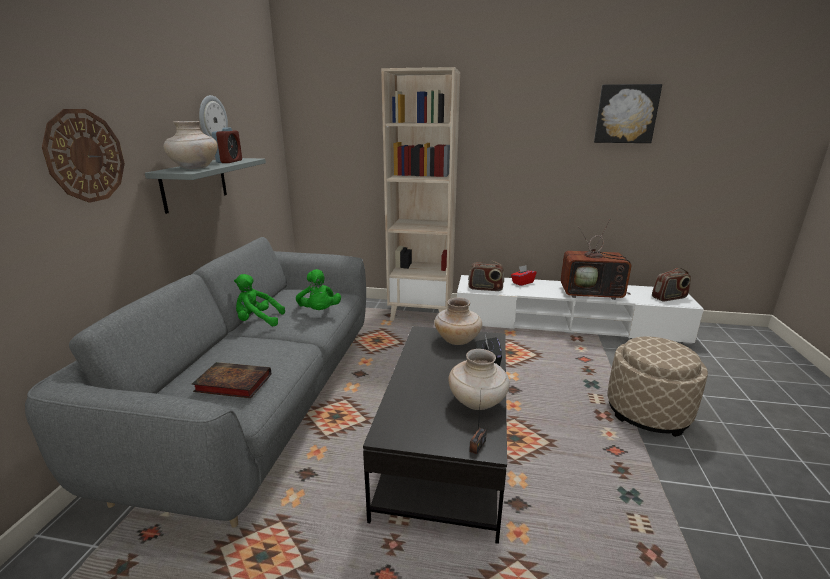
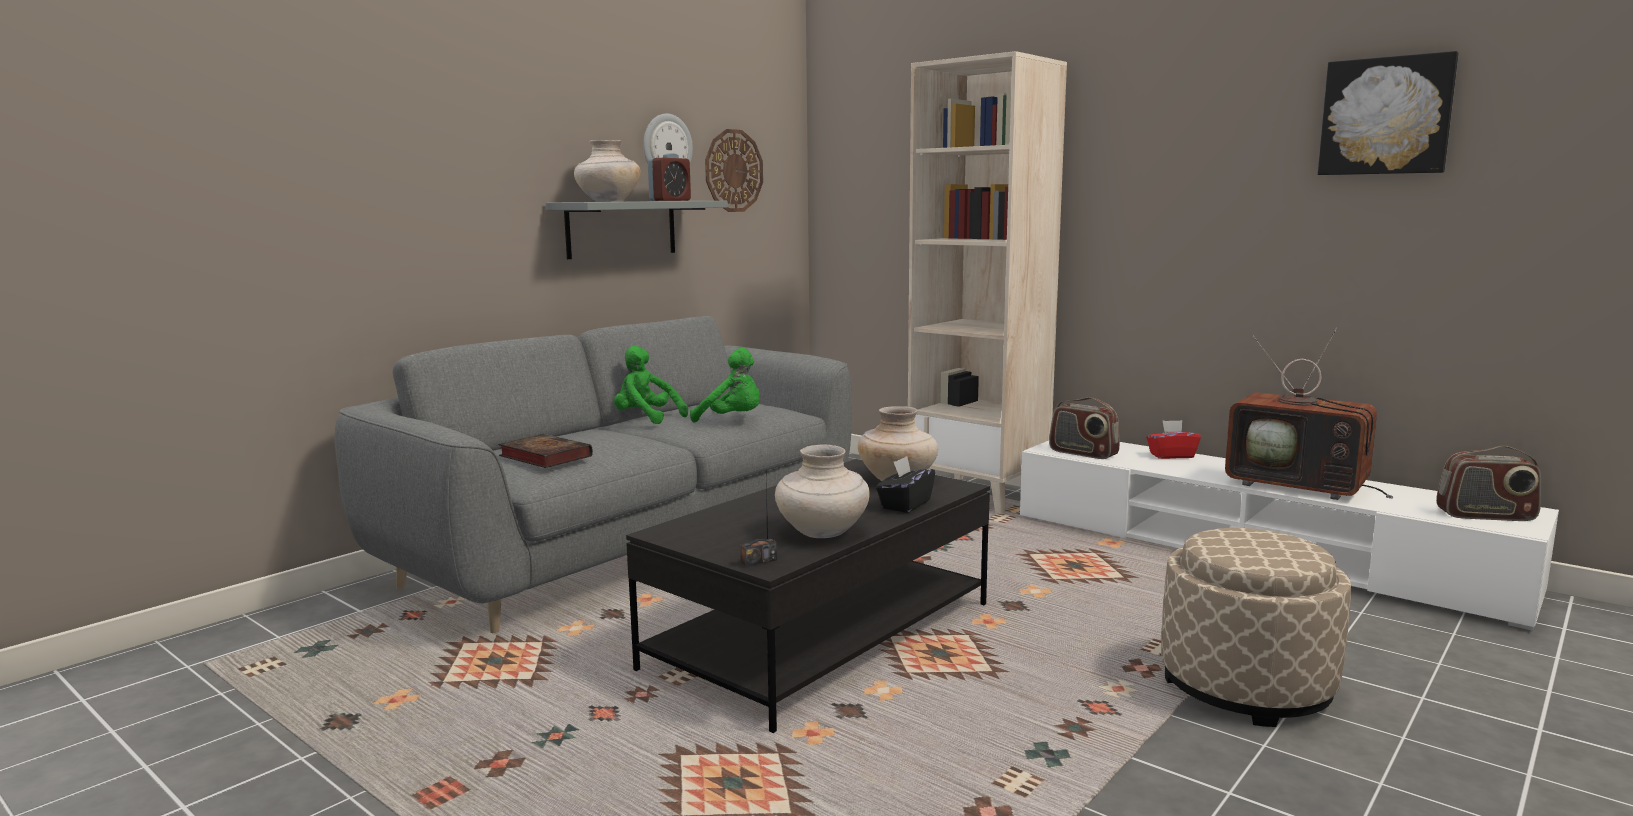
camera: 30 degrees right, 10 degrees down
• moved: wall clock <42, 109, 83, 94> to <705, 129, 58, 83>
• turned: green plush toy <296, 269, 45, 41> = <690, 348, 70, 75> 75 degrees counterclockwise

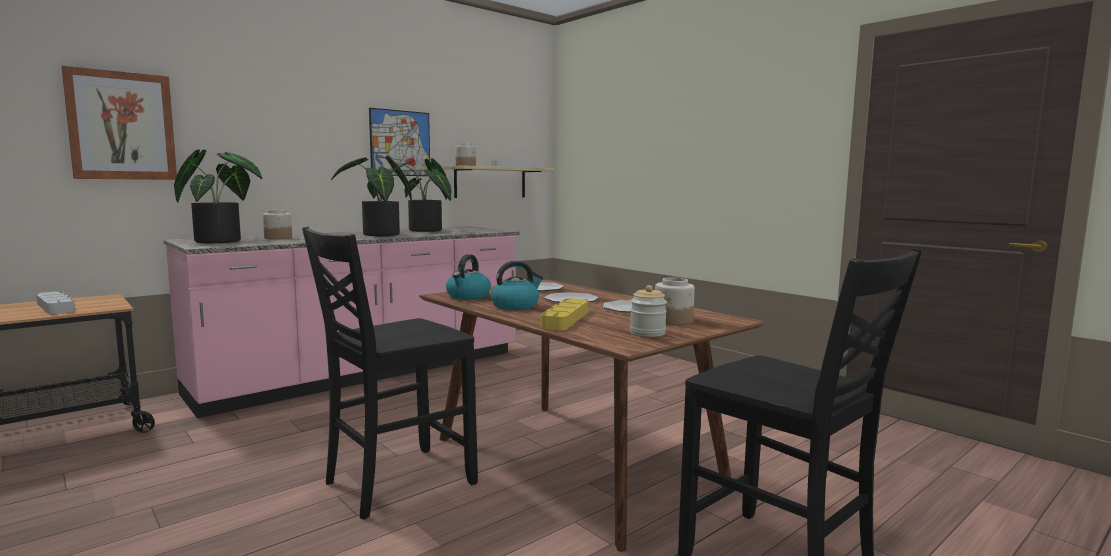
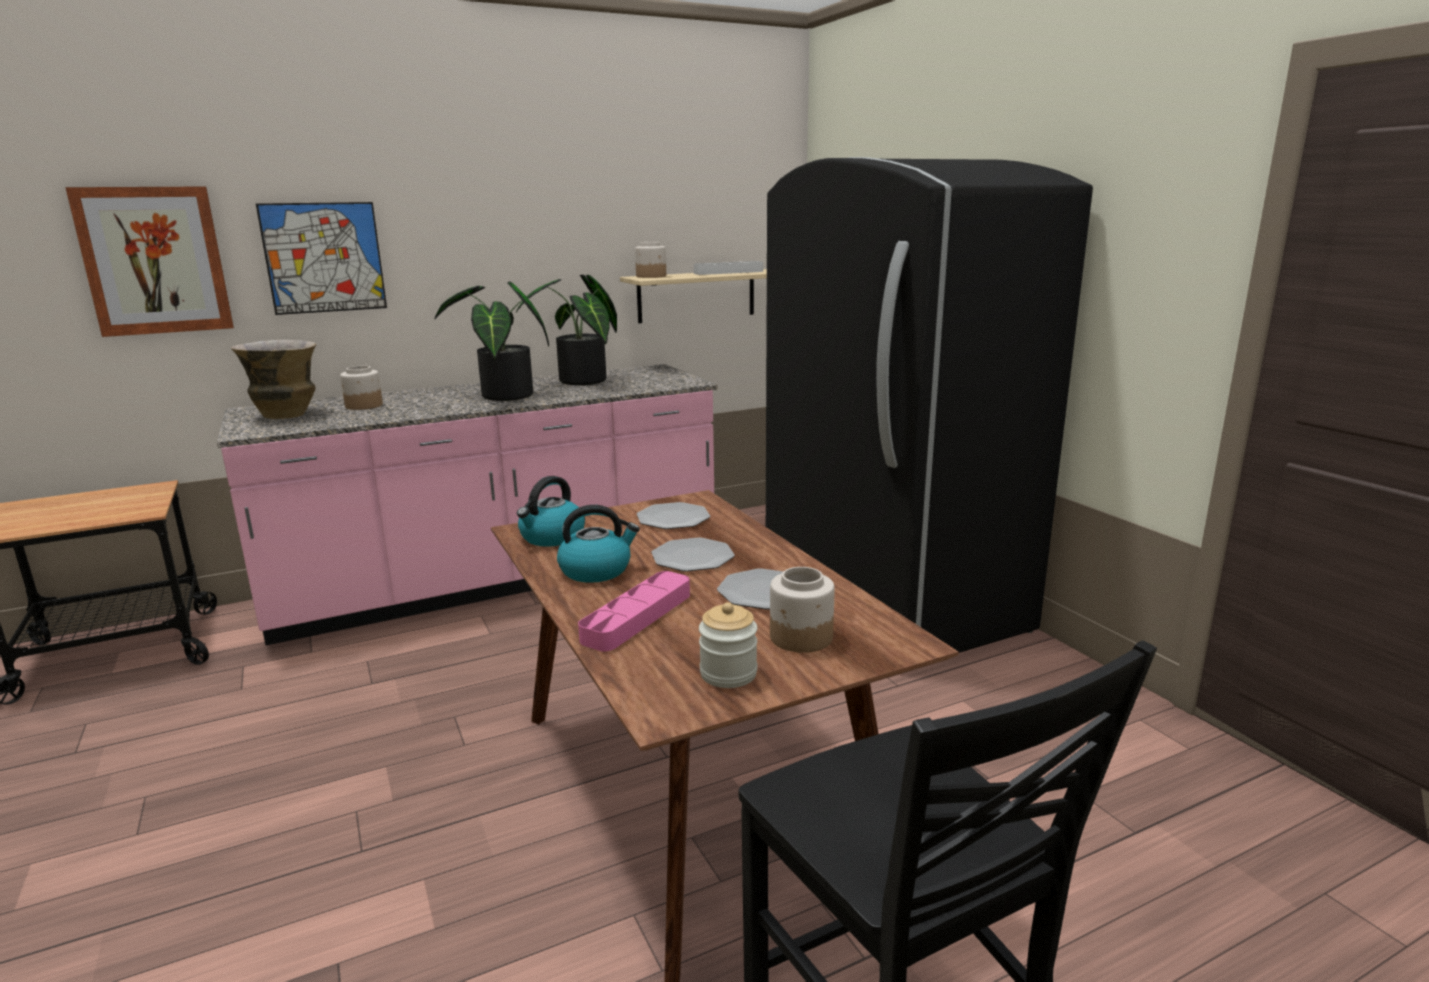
camera: 15 degrees right, 10 degrees up
• removed: grey tray <36, 291, 39, 23>
• replaced: potted plant <174, 149, 88, 94> to vase <231, 339, 85, 80>
• removed: black chair <302, 227, 176, 293>
• moved: picture <369, 108, 61, 68> to <256, 202, 131, 113>
• recoloured: yellow tray <541, 298, 48, 32> to pink tray <578, 571, 112, 80>
• added: black fridge <766, 157, 327, 496>

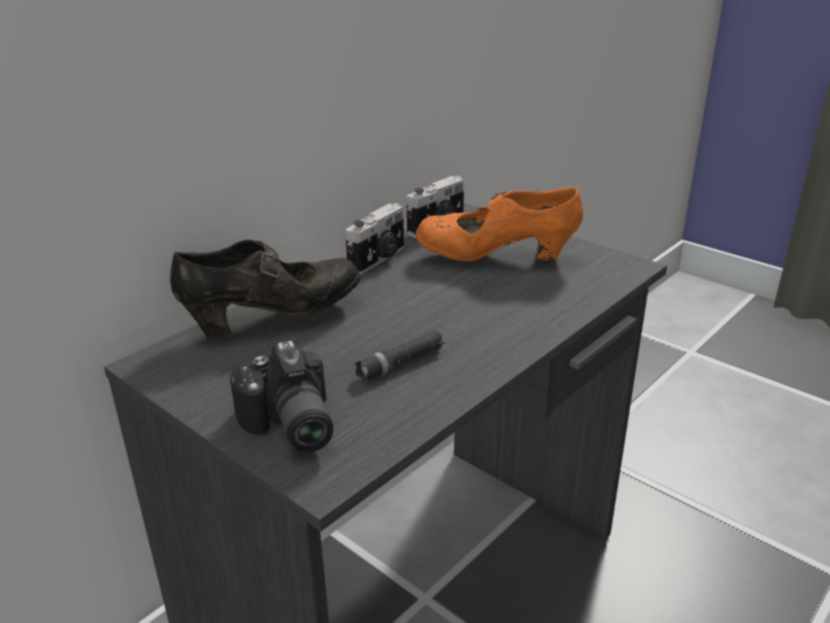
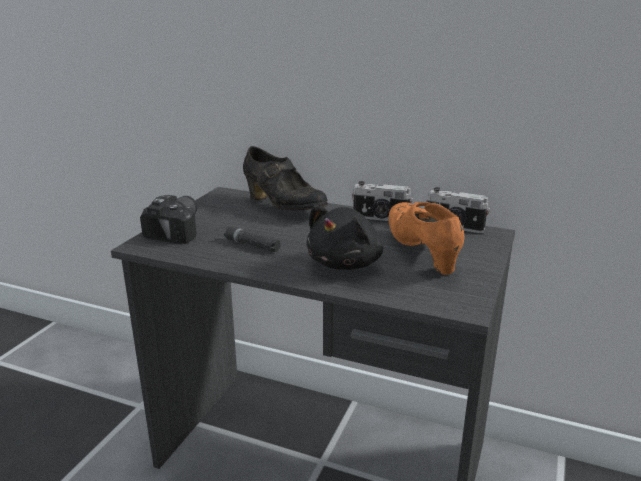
camera: 70 degrees right, 5 degrees down
• turned: photo camera <230, 340, 103, 112> = <140, 195, 57, 49> 150 degrees clockwise
• added: black plush toy <306, 205, 77, 65>

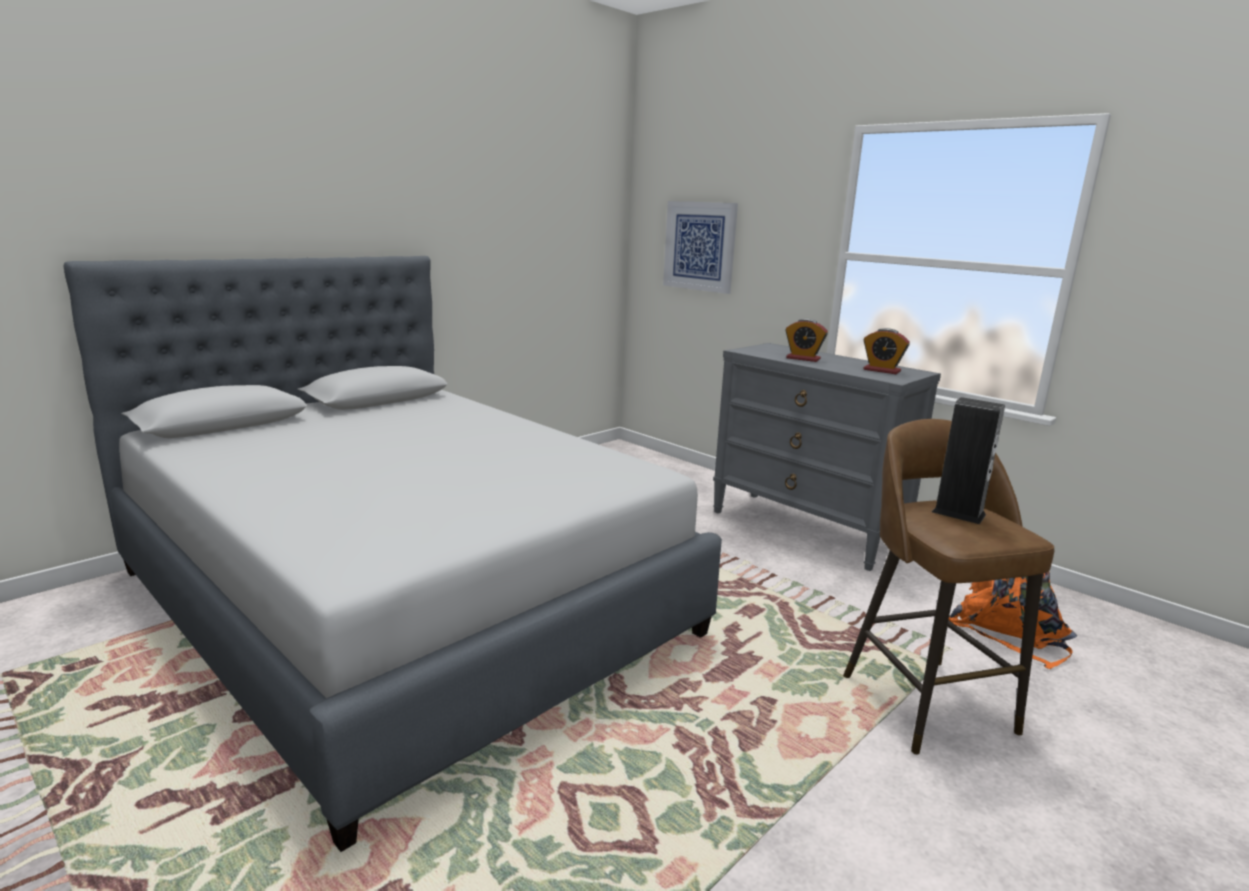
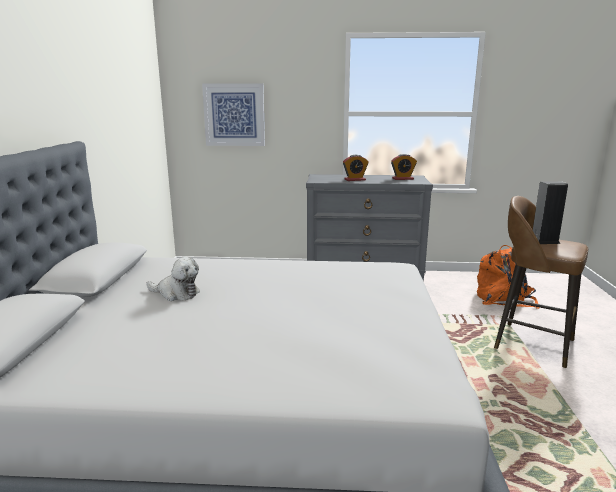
camera: 40 degrees left, 0 degrees up
• added: plush toy <146, 257, 54, 44>

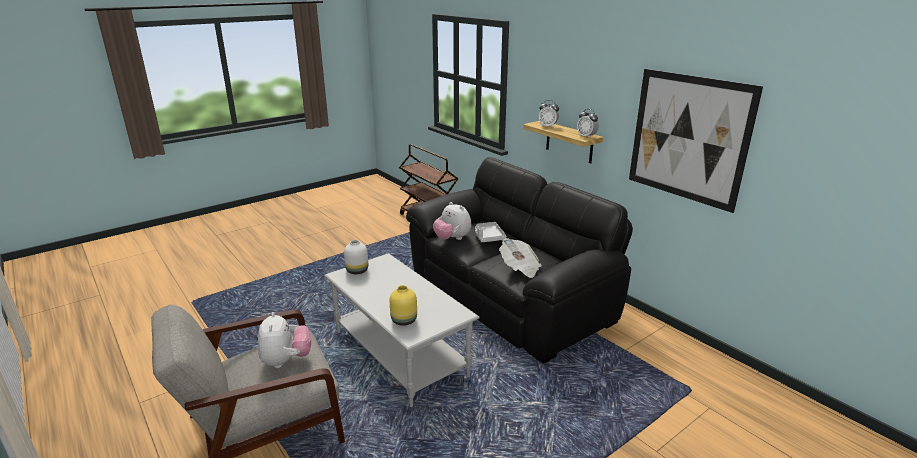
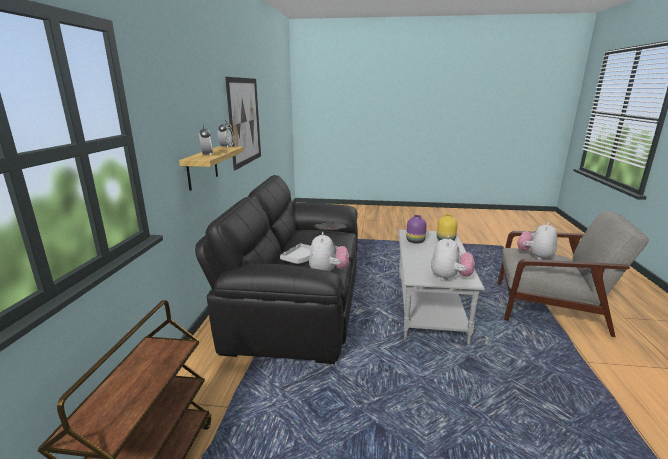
camera: 135 degrees left, 5 degrees down
• replaced: white vase <344, 240, 24, 34> to plush toy <431, 235, 44, 46>
• added: purple vase <406, 215, 21, 29>

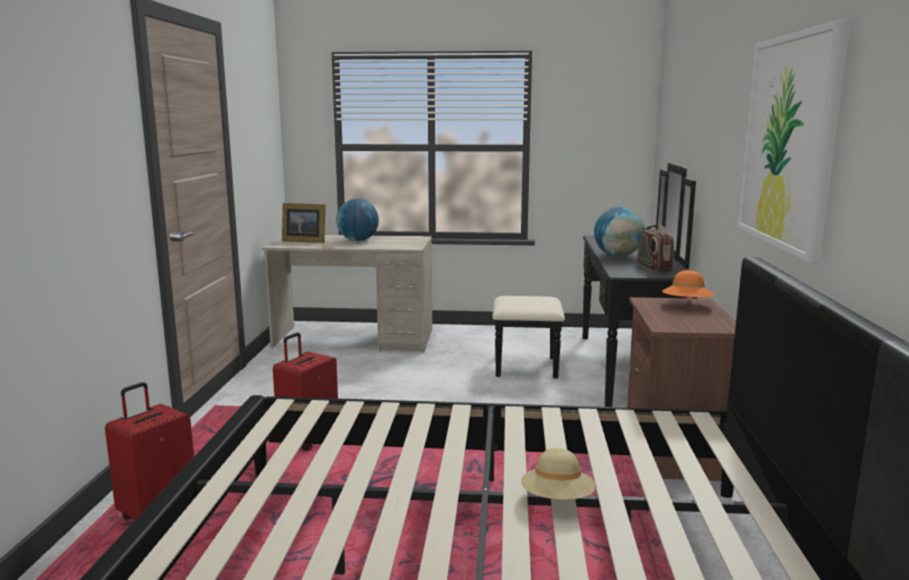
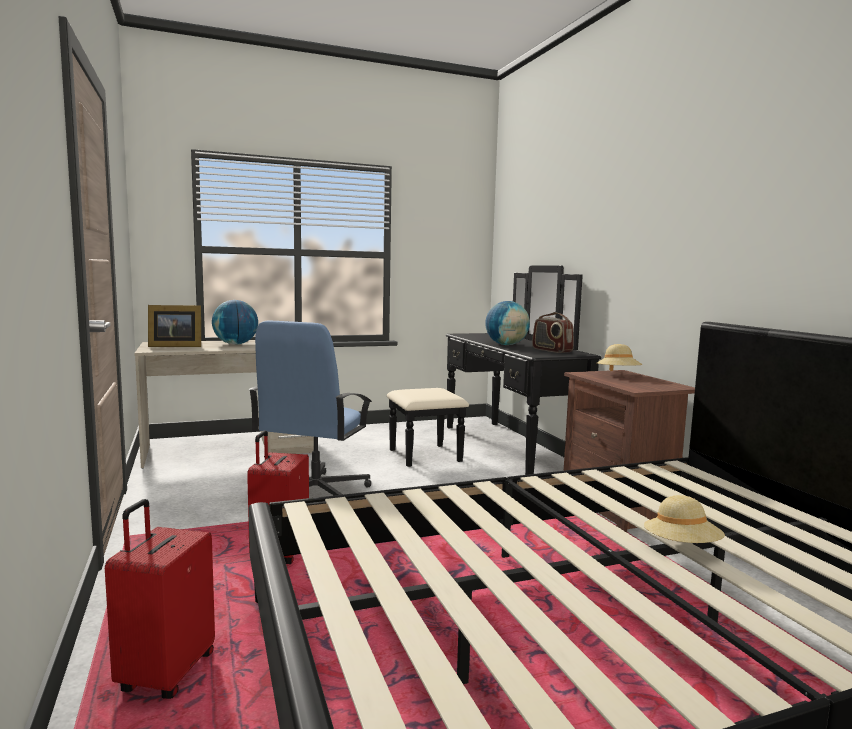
camera: 25 degrees left, 5 degrees down
• recoloured: orange hat <662, 270, 52, 30> to beige hat <597, 344, 45, 27>
• removed: picture <737, 19, 114, 243>
• added: blue office chair <248, 321, 124, 174>

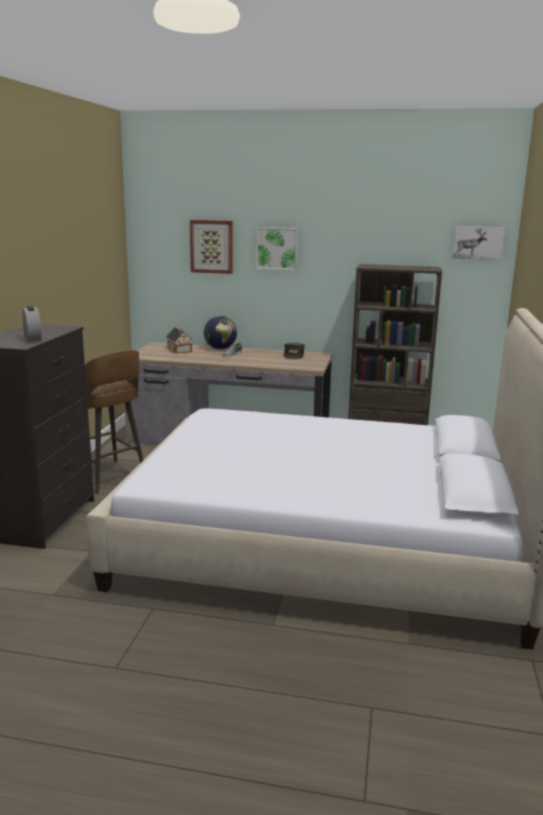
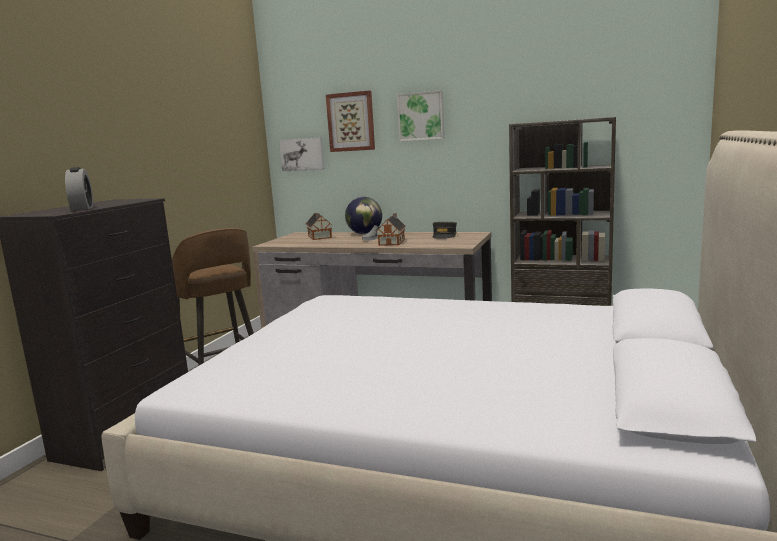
camera: 10 degrees right, 5 degrees down
• moved: picture <453, 226, 52, 34> to <279, 137, 46, 34>
• added: toy house <376, 213, 30, 33>

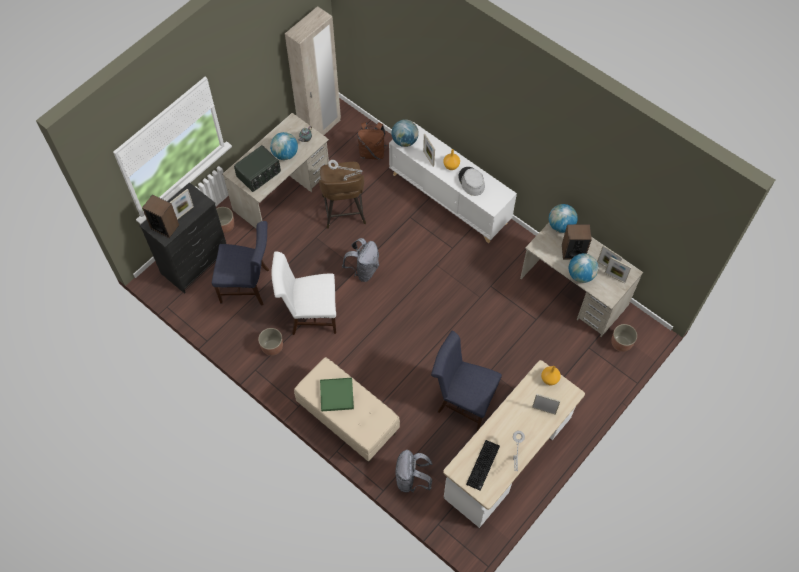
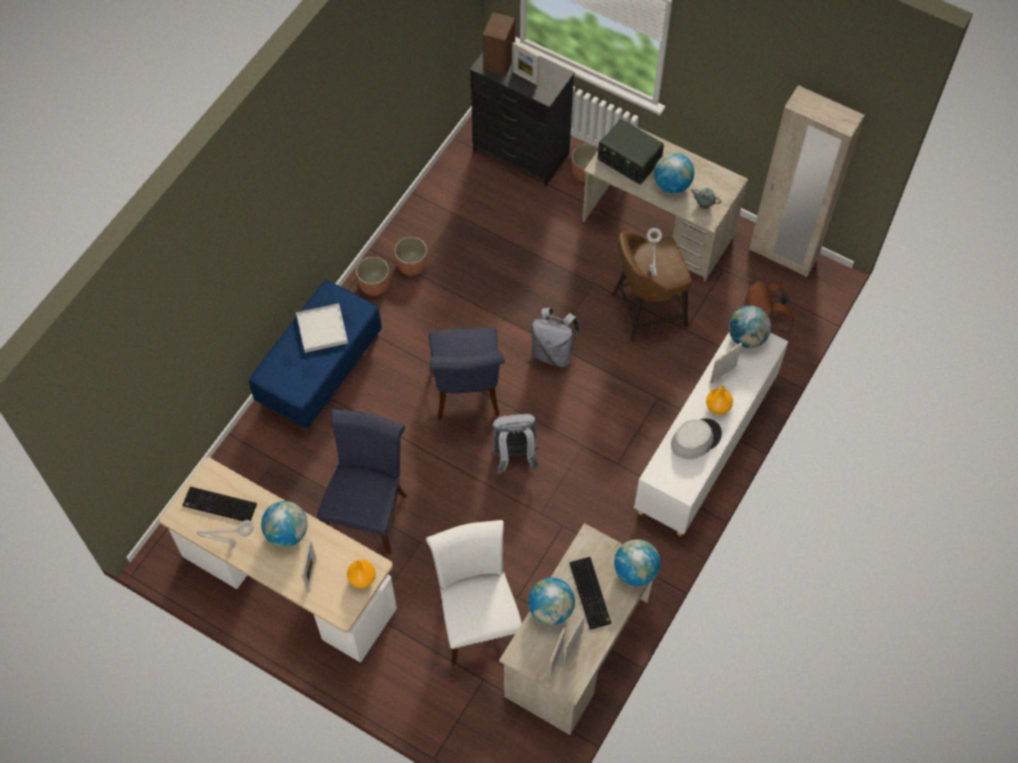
camera: 80 degrees right, 0 degrees up
• moved: blue chair <212, 221, 57, 85> to <429, 327, 76, 93>
• moved: white chair <272, 251, 64, 84> to <426, 520, 96, 145>
• recoloured: beige bench <294, 357, 106, 105> to blue bench <249, 280, 133, 154>
• recoloured: green tray <320, 378, 34, 33> to white tray <296, 303, 52, 50>
• moved: grey backpack <395, 450, 38, 42> to <491, 414, 48, 60>
• replaced: speaker <562, 224, 30, 35> to keyboard <569, 557, 42, 73>
• moved: planter <611, 324, 26, 28> to <356, 257, 33, 39>
• added: globe <261, 501, 47, 46>

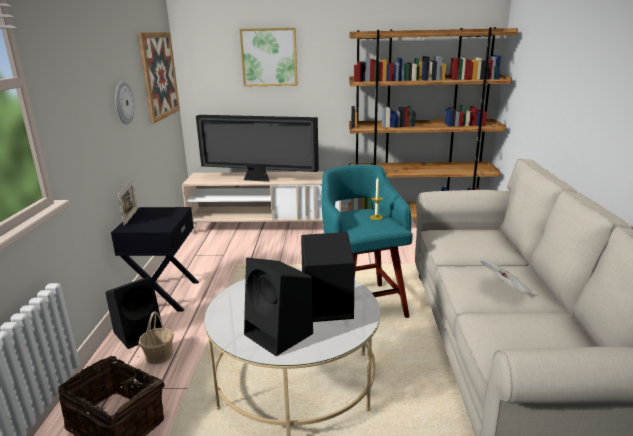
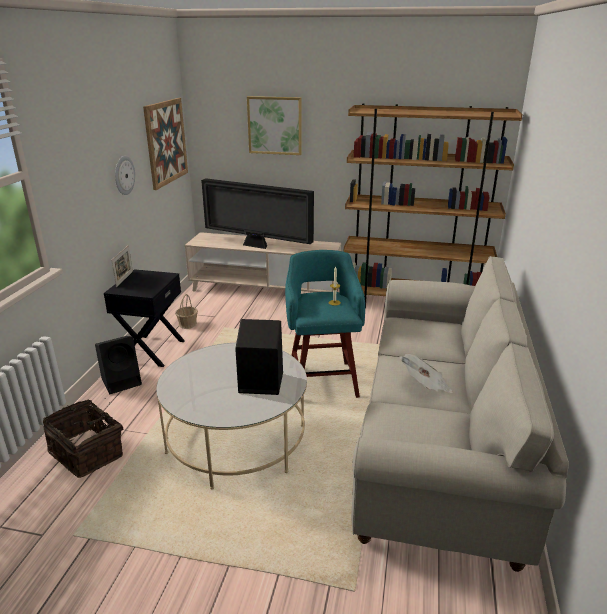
camera: 10 degrees right, 5 degrees up
• moved: basket <139, 311, 35, 53> to <175, 294, 23, 35>
• removed: black speaker <244, 258, 69, 98>

